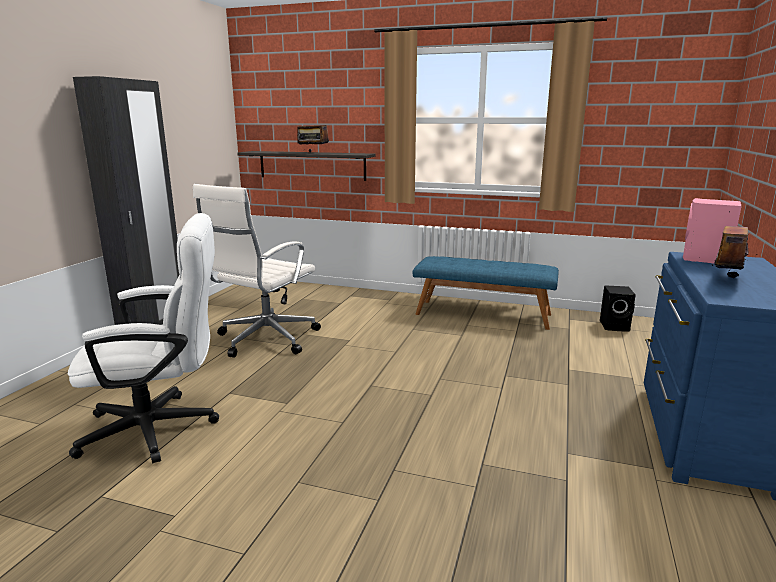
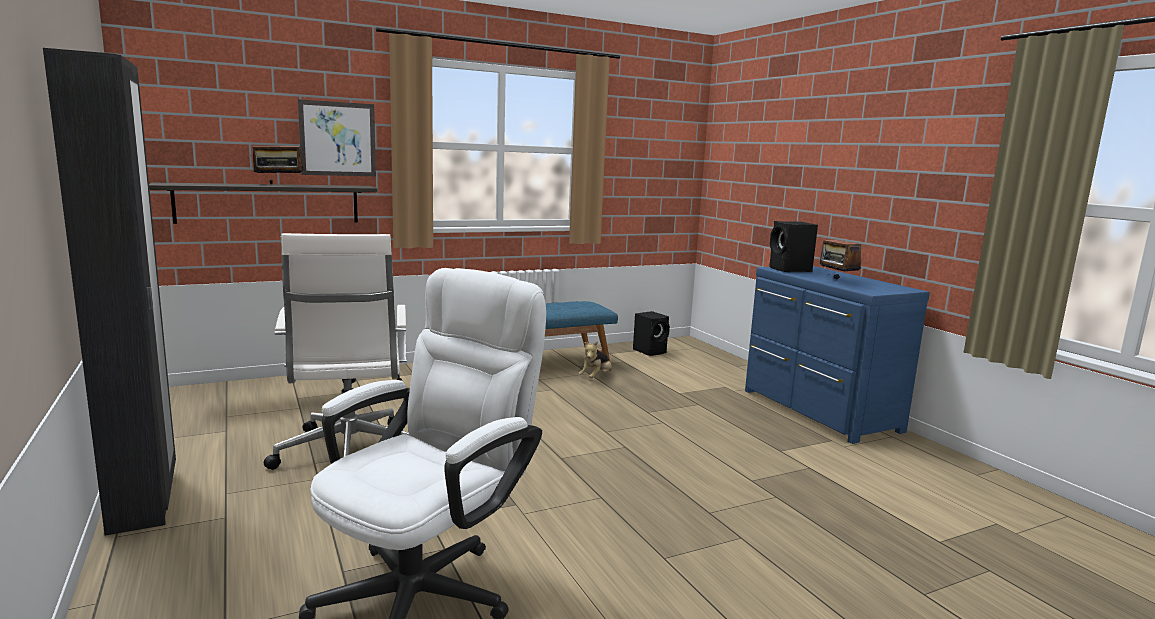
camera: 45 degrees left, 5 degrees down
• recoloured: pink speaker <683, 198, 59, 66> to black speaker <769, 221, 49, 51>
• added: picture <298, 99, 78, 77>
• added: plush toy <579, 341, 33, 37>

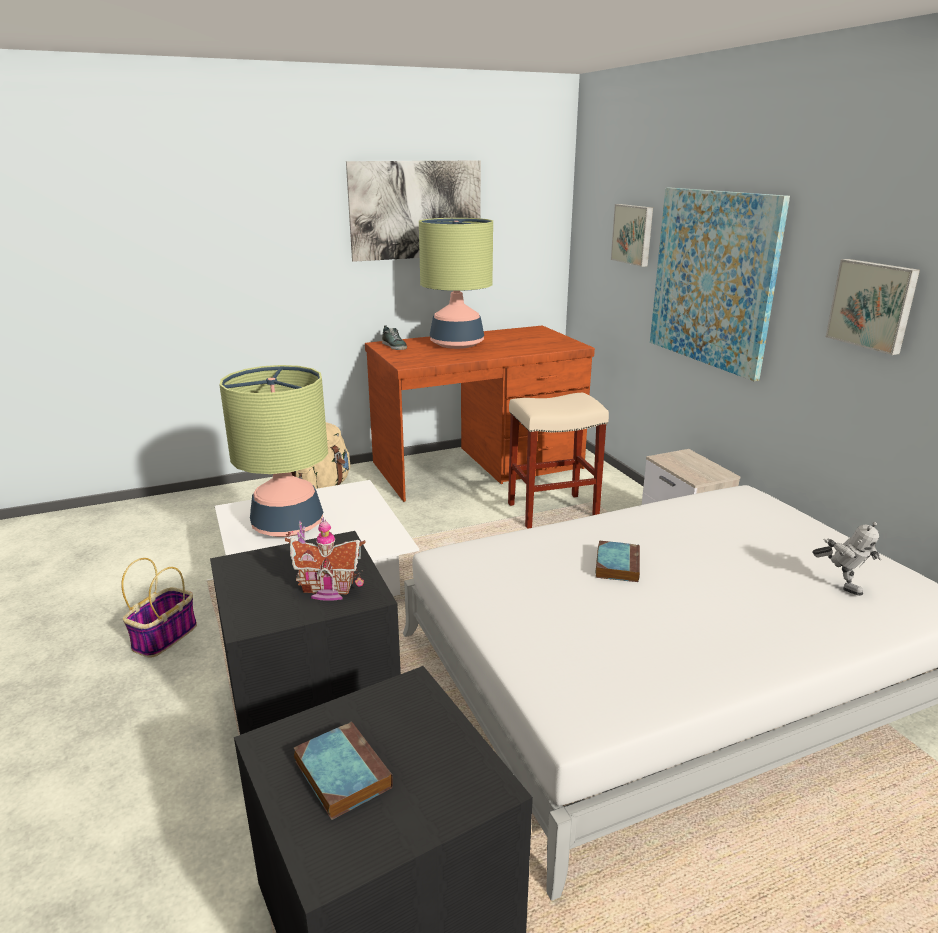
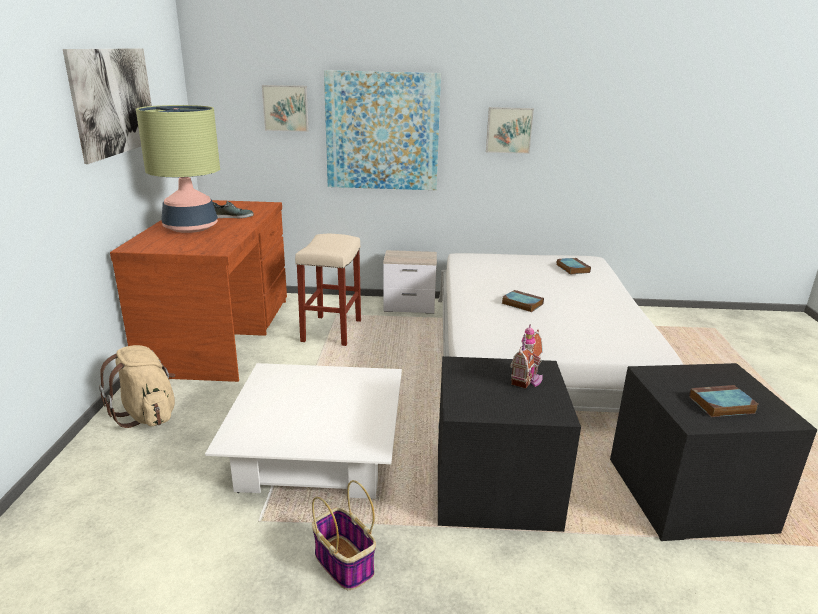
camera: 65 degrees left, 0 degrees up
• removed: table lamp <219, 365, 109, 172>
• moved: shoe <382, 325, 25, 25> to <213, 201, 41, 17>
• replaced: toy robot <812, 522, 69, 73> to book <557, 258, 34, 17>

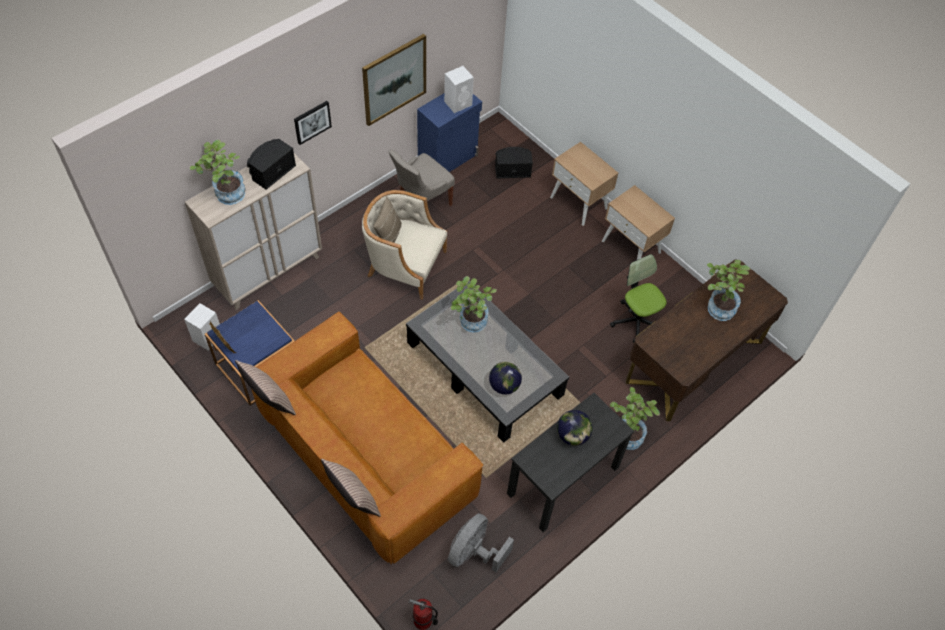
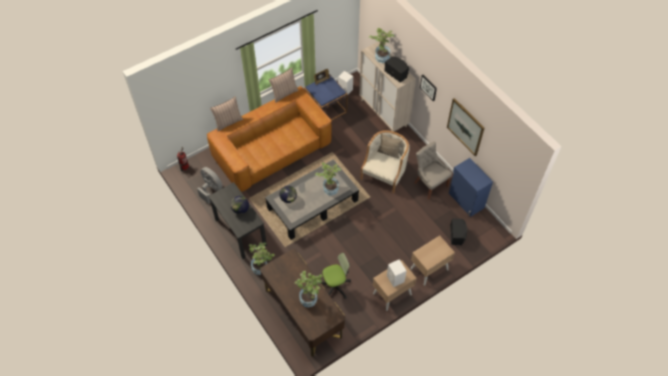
camera: 100 degrees right, 0 degrees up
• moved: white speaker <444, 66, 30, 47> to <387, 259, 20, 28>

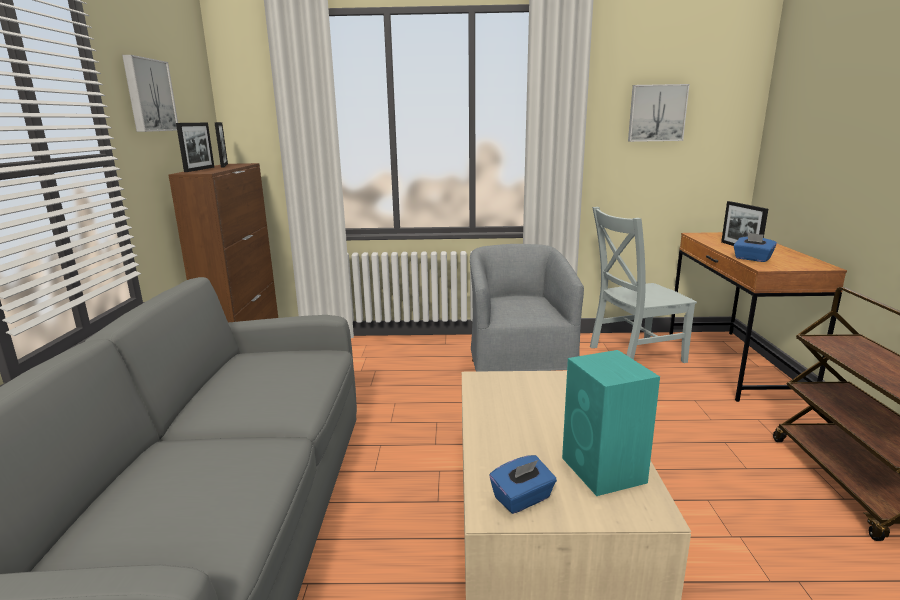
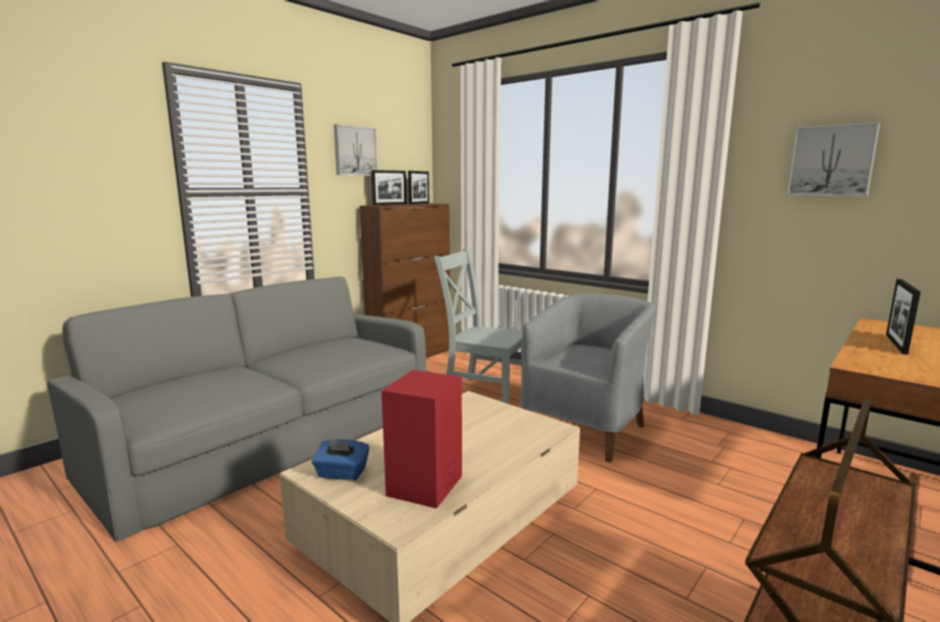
camera: 40 degrees right, 5 degrees down
• recoloured: turquoise speaker <562, 350, 98, 146> to red speaker <382, 370, 80, 139>
• moved: grey chair <590, 207, 107, 156> to <434, 249, 89, 155>
• removed: blue tissue box <734, 232, 43, 30>

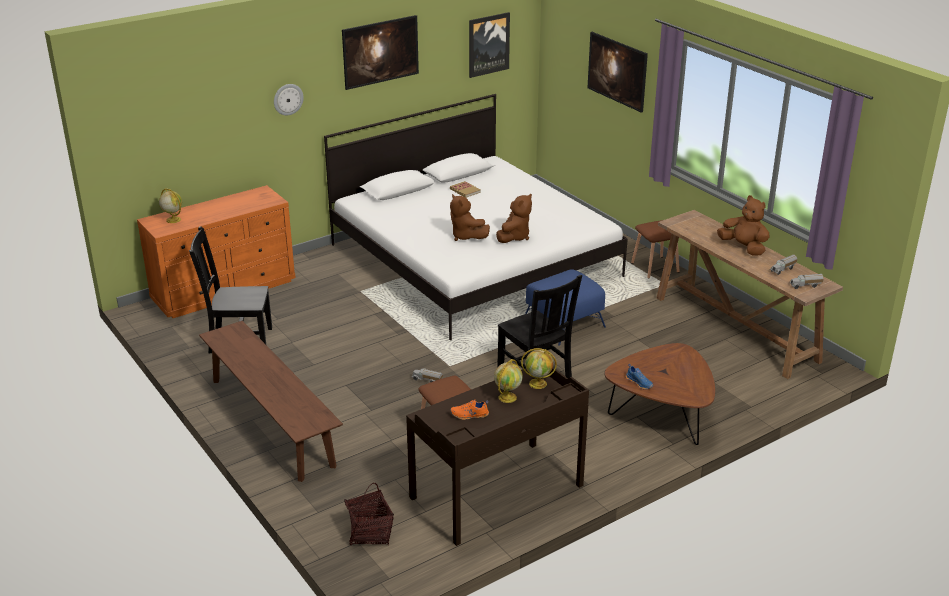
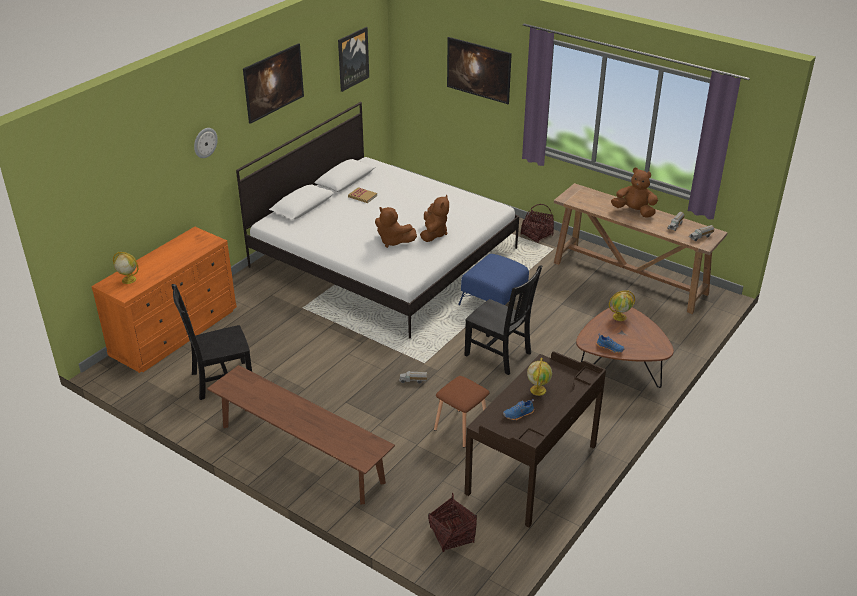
camera: 20 degrees left, 5 degrees up
• recoloured: orange shoe <450, 400, 39, 20> to blue shoe <503, 399, 31, 21>
• moved: globe <521, 348, 36, 41> to <609, 291, 26, 30>
• replaced: brown stool <631, 220, 49, 59> to basket <521, 204, 33, 39>

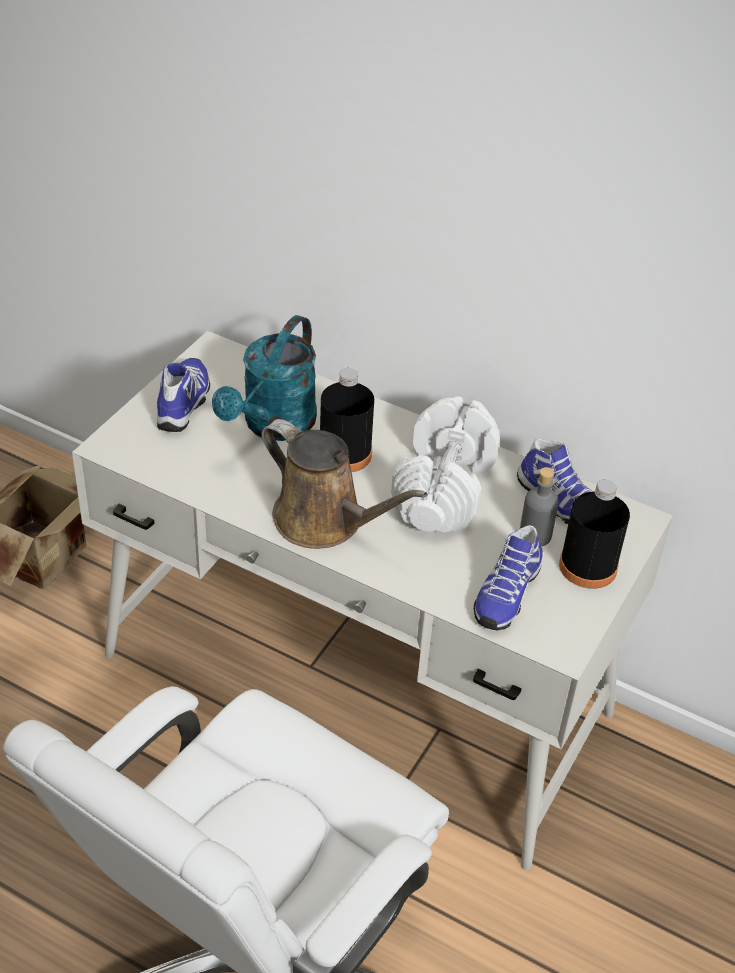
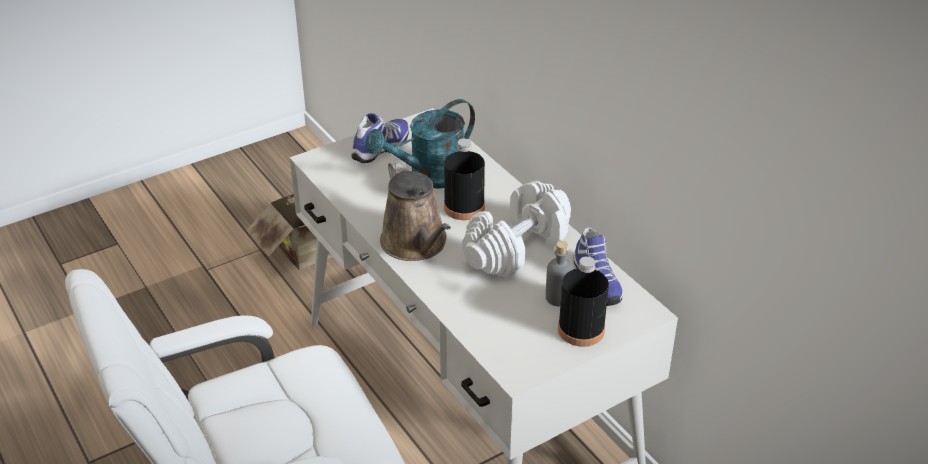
camera: 30 degrees right, 5 degrees down
• removed: shoe <474, 525, 68, 106>

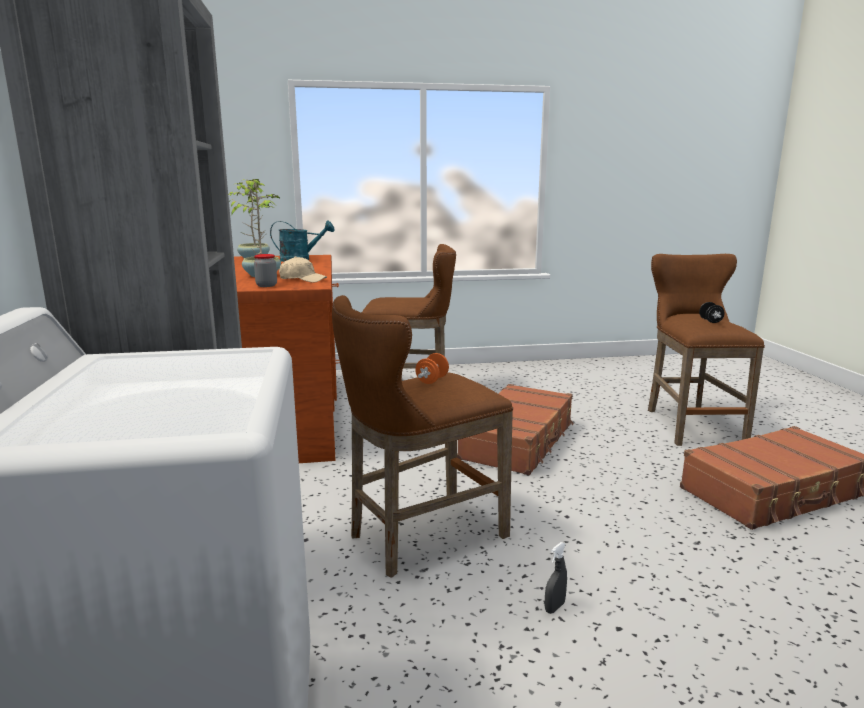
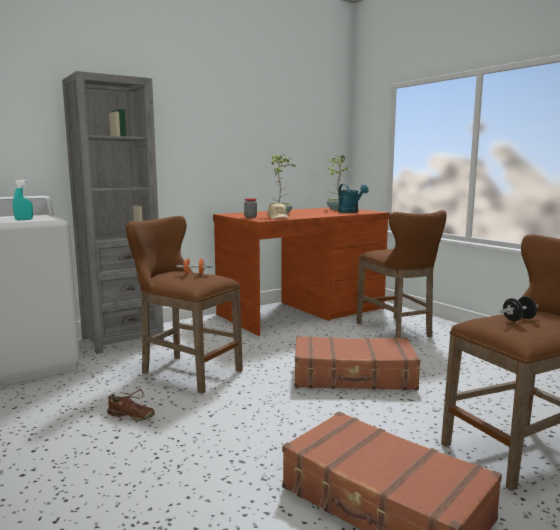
camera: 65 degrees right, 5 degrees down
• replaced: grey spray bottle <545, 542, 22, 72> to brown shoe <107, 390, 48, 31>
• added: turquoise spray bottle <13, 180, 20, 40>

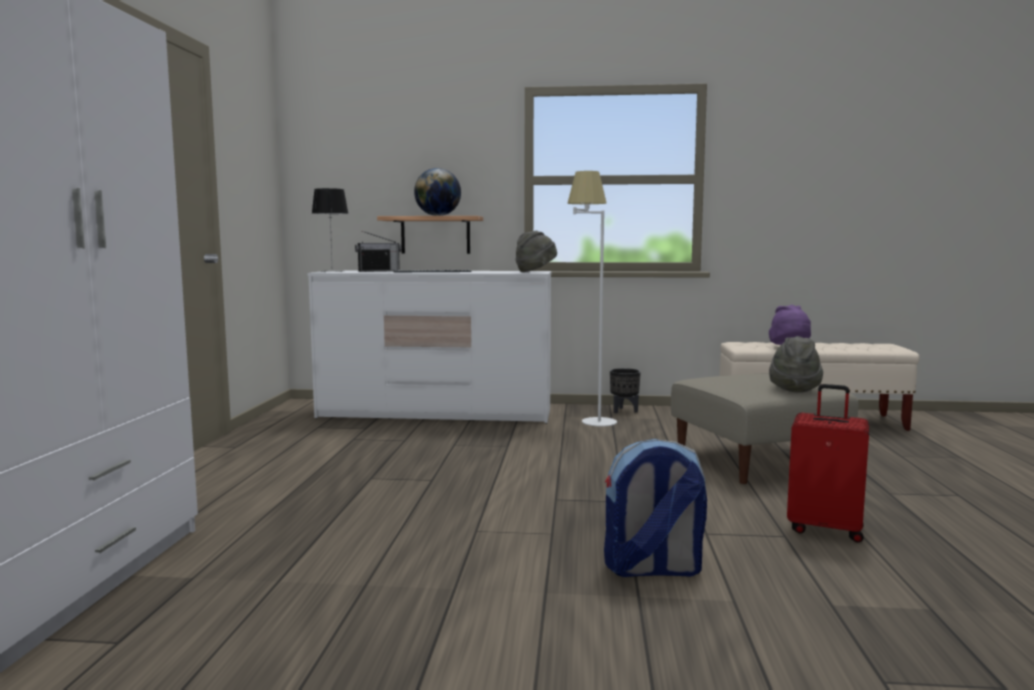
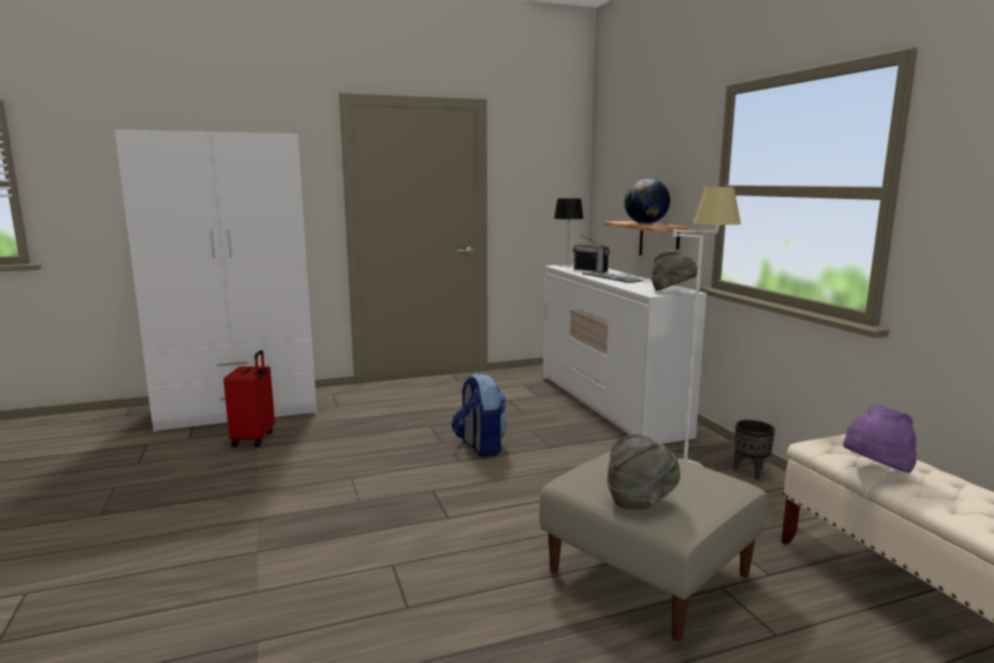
camera: 65 degrees right, 5 degrees up
• moved: backpack <604, 439, 103, 138> to <451, 373, 56, 84>
• moved: red suitcase <787, 384, 82, 159> to <224, 350, 51, 97>

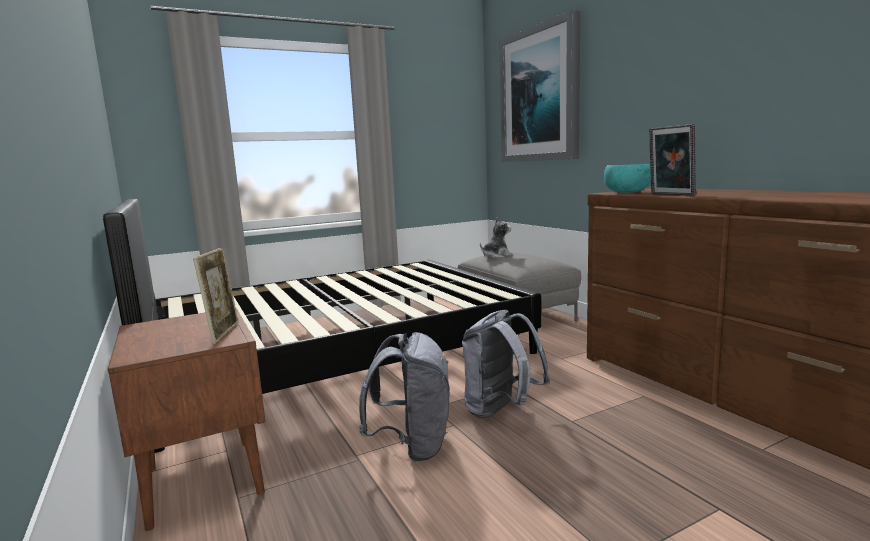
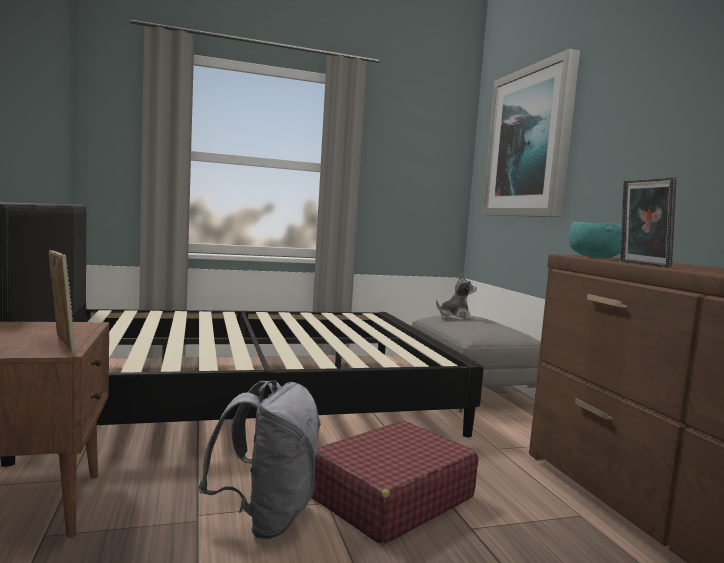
camera: 10 degrees right, 5 degrees down
• turned: picture frame <193, 248, 46, 96> = <49, 250, 27, 102> 45 degrees counterclockwise
• replaced: grey backpack <462, 309, 88, 109> to red suitcase <312, 420, 166, 125>

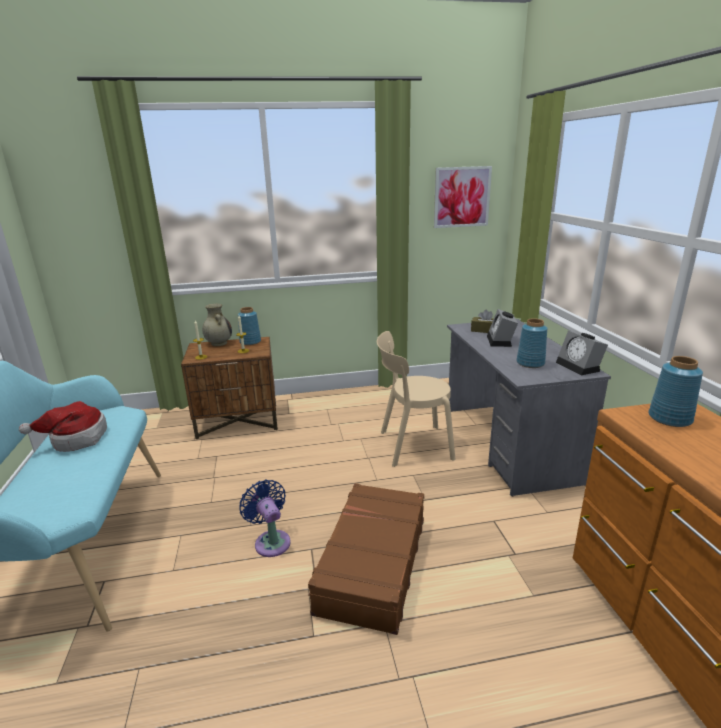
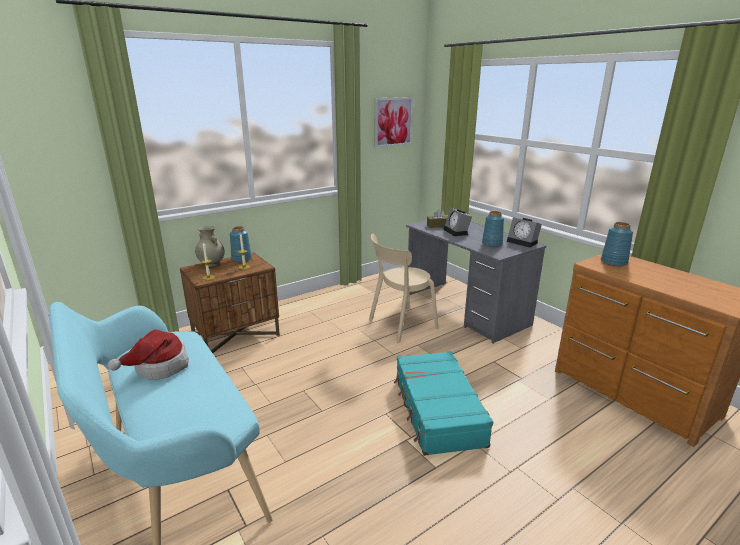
camera: 25 degrees left, 0 degrees up
• removed: blue fan <239, 479, 52, 78>
• recoloured: brown suitcase <308, 483, 116, 152> to turquoise suitcase <394, 351, 99, 105>

